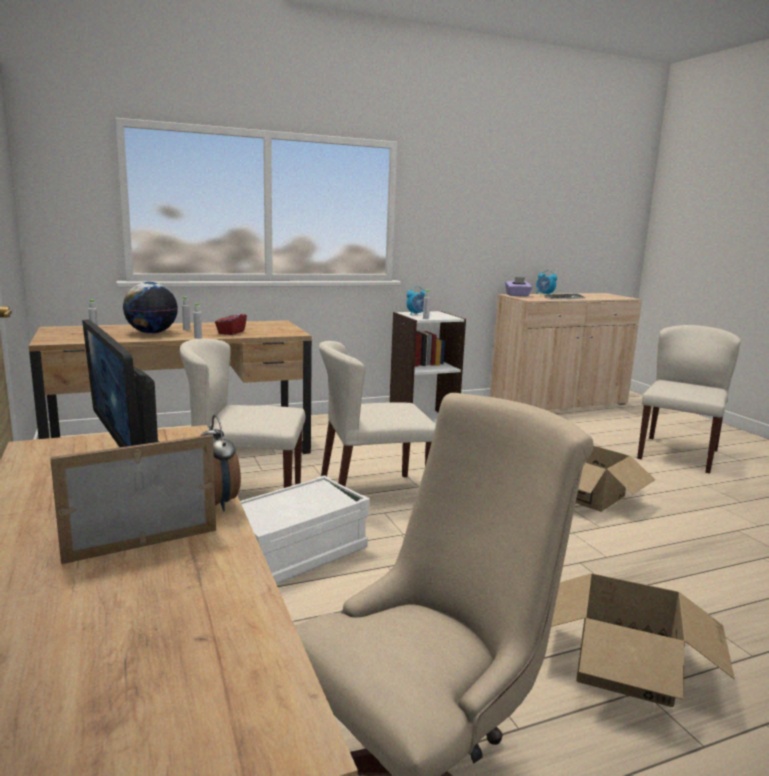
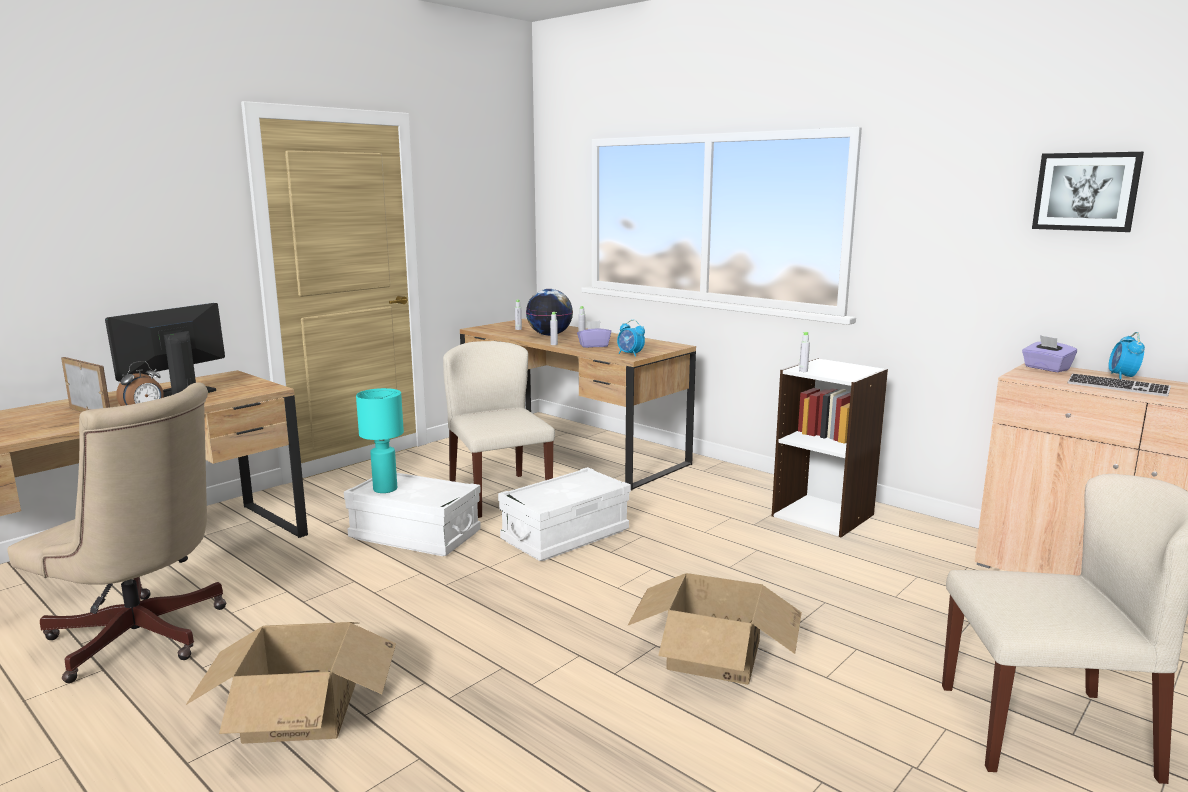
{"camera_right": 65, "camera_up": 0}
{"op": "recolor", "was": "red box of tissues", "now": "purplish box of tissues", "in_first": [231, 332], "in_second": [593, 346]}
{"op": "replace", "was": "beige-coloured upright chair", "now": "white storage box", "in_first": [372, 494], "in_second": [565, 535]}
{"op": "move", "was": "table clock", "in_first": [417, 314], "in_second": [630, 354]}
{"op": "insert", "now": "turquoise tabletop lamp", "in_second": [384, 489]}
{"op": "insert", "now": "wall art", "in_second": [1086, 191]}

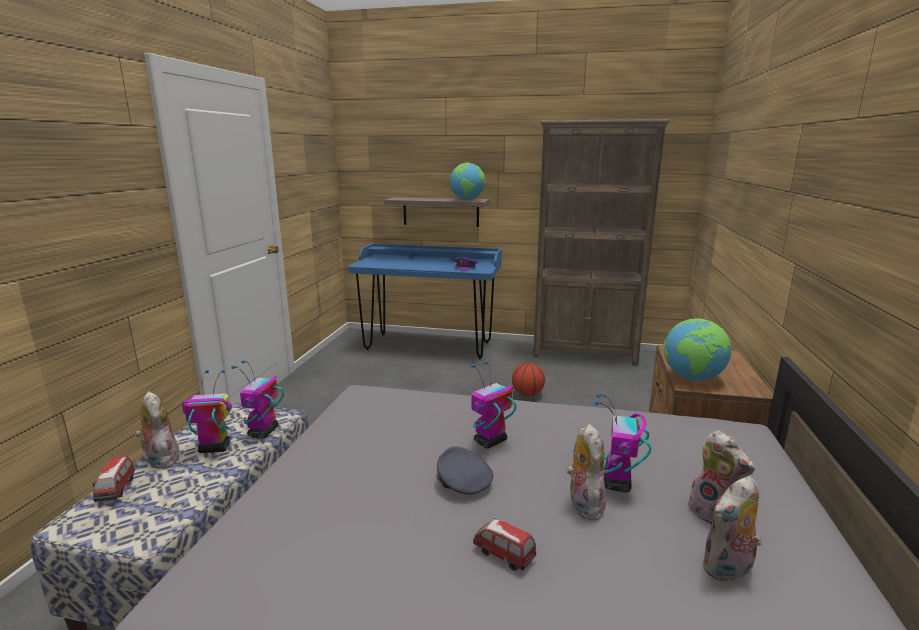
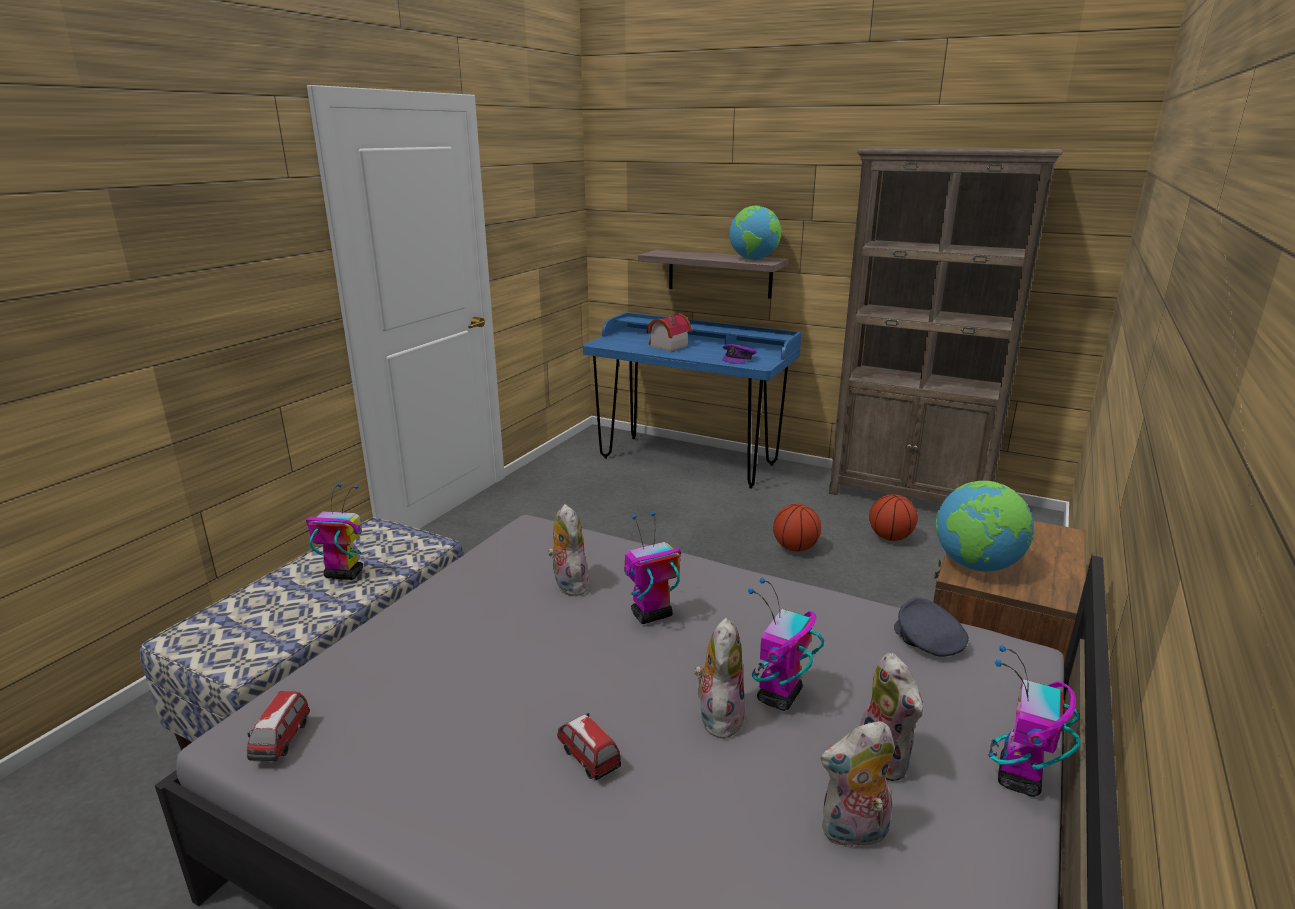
{"camera_right": 15, "camera_up": 5}
{"op": "move", "was": "miniature car", "in_first": [116, 490], "in_second": [282, 741]}
{"op": "move", "was": "cuddly toy", "in_first": [160, 459], "in_second": [568, 584]}
{"op": "move", "was": "model robot", "in_first": [263, 432], "in_second": [1019, 778]}
{"op": "move", "was": "grey peaked cap", "in_first": [462, 482], "in_second": [927, 640]}
{"op": "insert", "now": "toy house", "in_second": [666, 346]}
{"op": "insert", "now": "basketball ball", "in_second": [890, 537]}

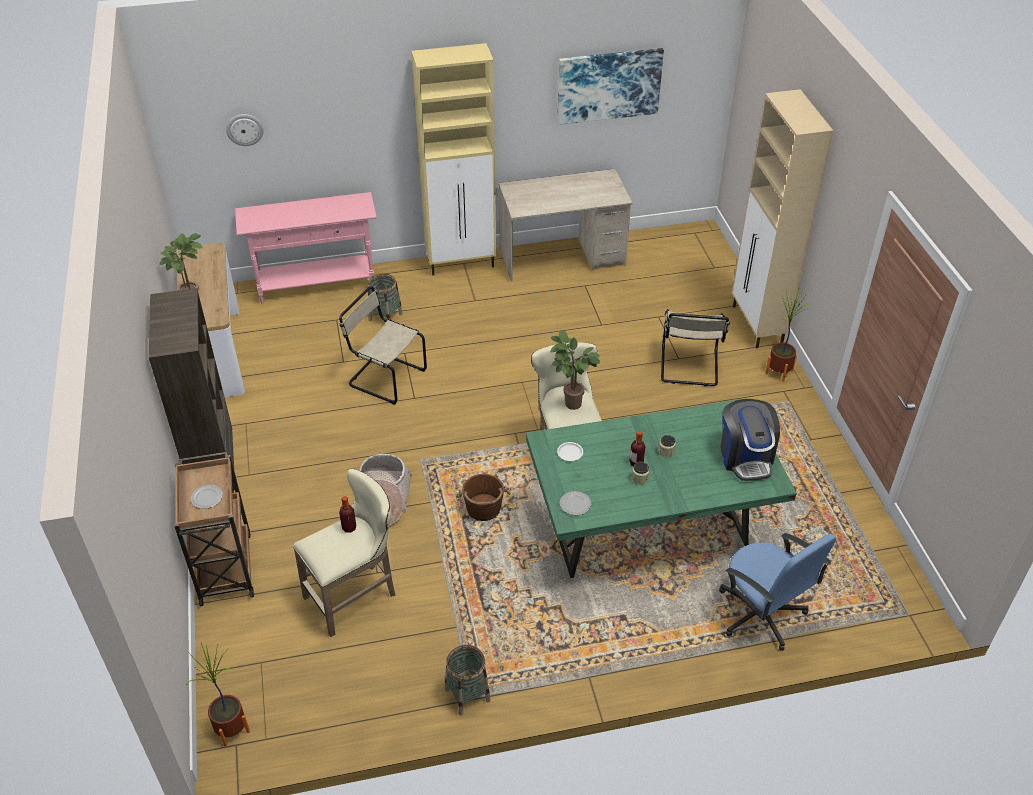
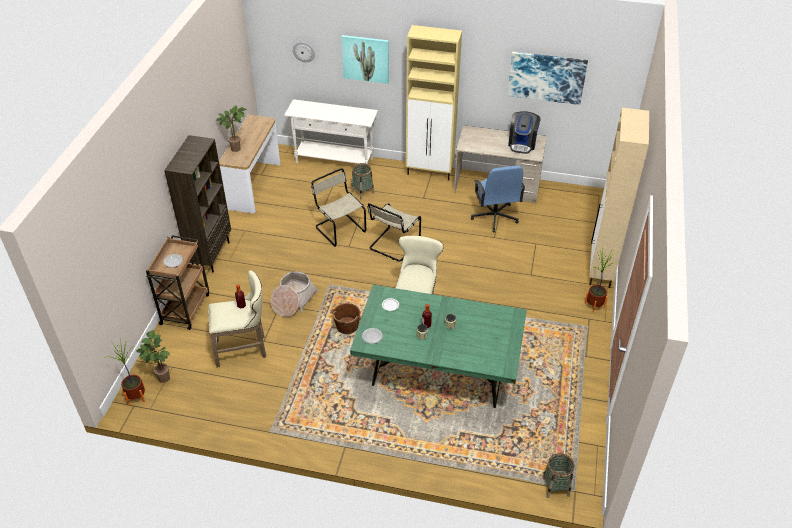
{"camera_right": 25, "camera_up": 0}
{"op": "recolor", "was": "pinkish console table", "now": "white console table", "in_first": [317, 285], "in_second": [334, 161]}
{"op": "move", "was": "household basket", "in_first": [467, 695], "in_second": [555, 487]}
{"op": "move", "was": "houseplant", "in_first": [570, 404], "in_second": [162, 377]}
{"op": "move", "was": "beige-coloured upright chair", "in_first": [689, 367], "in_second": [393, 245]}
{"op": "move", "was": "bluish desk chair", "in_first": [761, 614], "in_second": [494, 217]}
{"op": "move", "was": "coffee maker", "in_first": [745, 457], "in_second": [522, 143]}
{"op": "insert", "now": "wall art", "in_second": [366, 59]}

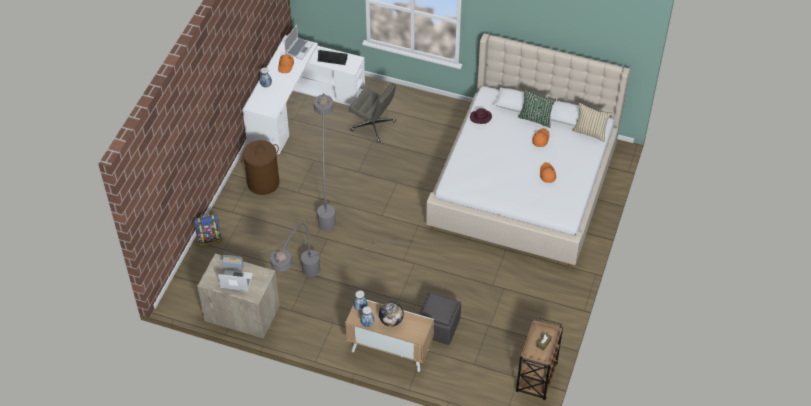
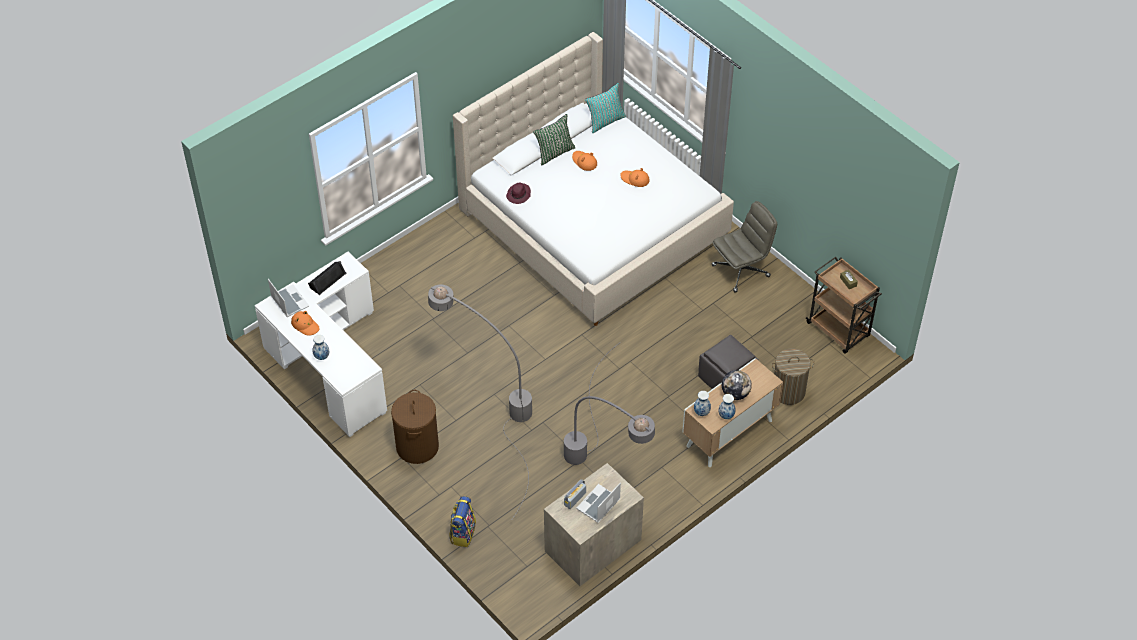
{"camera_right": -60, "camera_up": 0}
{"op": "move", "was": "grey desk chair", "in_first": [373, 126], "in_second": [741, 270]}
{"op": "recolor", "was": "beige-coloured cushion", "now": "turquoise cushion", "in_first": [590, 132], "in_second": [605, 121]}
{"op": "insert", "now": "laundry basket", "in_second": [788, 391]}

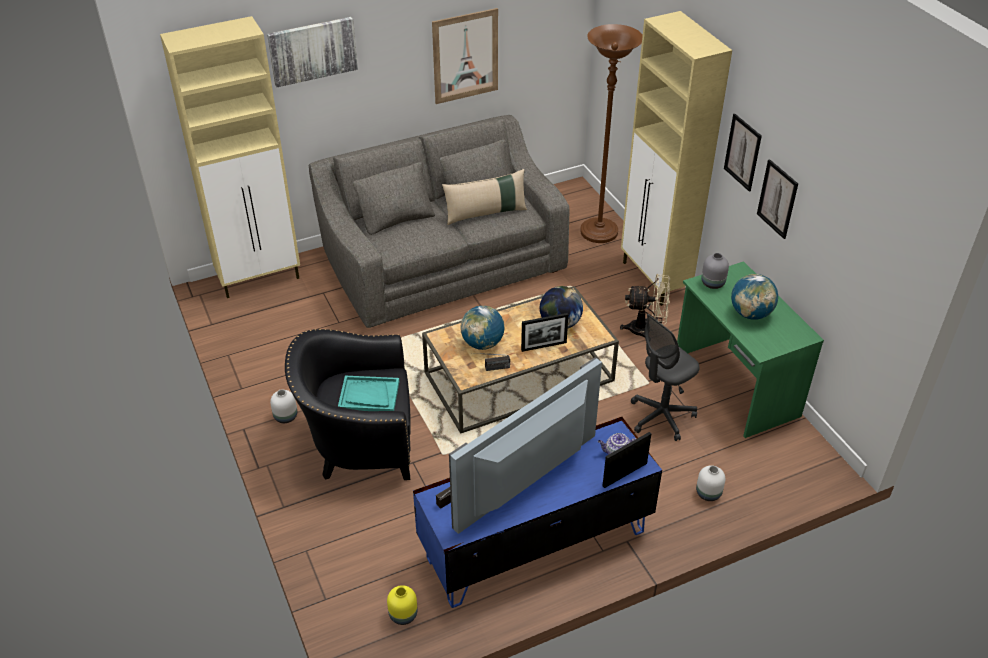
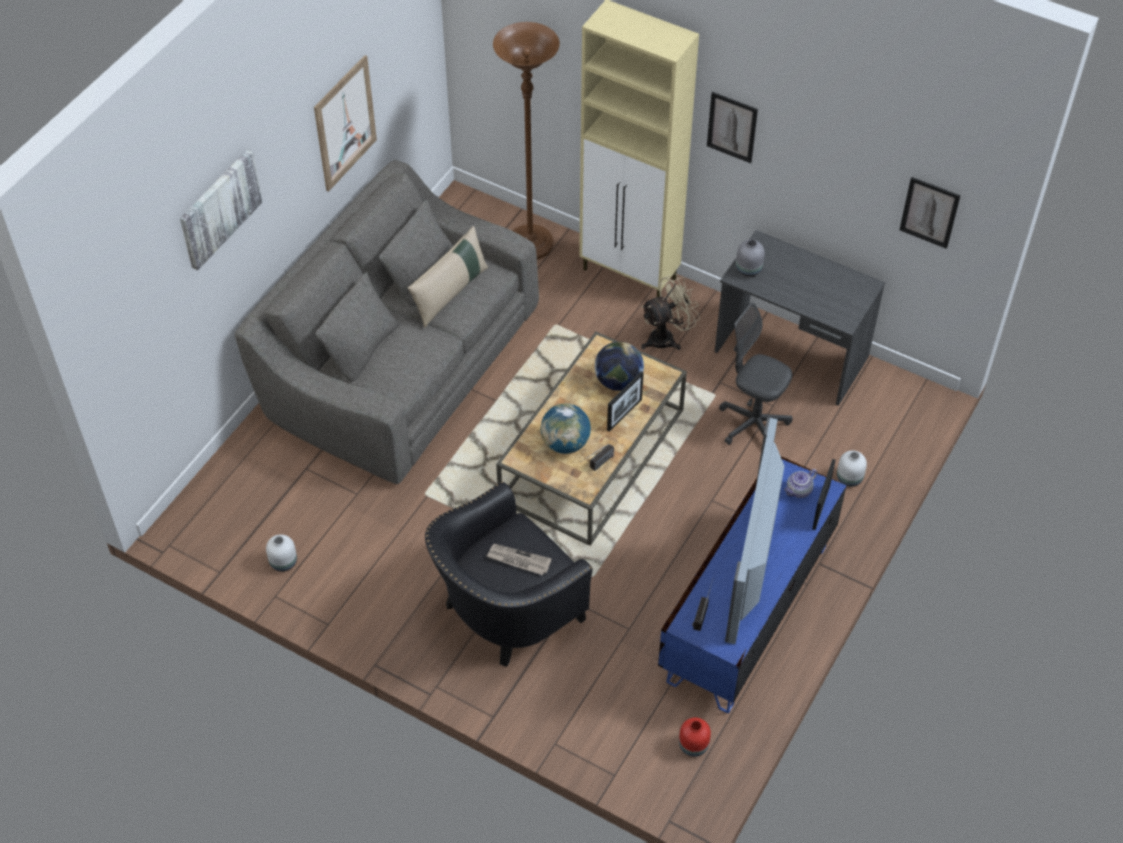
{"camera_right": -35, "camera_up": 10}
{"op": "delete", "was": "beige-coloured cabinet", "in_first": [260, 279]}
{"op": "move", "was": "white flower vase", "in_first": [286, 416], "in_second": [283, 562]}
{"op": "replace", "was": "turquoise carrying tray", "now": "printed paper", "in_first": [369, 396], "in_second": [518, 560]}
{"op": "recolor", "was": "yellow-coloured flower vase", "now": "red flower vase", "in_first": [402, 615], "in_second": [693, 746]}
{"op": "rotate", "was": "grey desk chair", "in_first": [661, 417], "in_second": [753, 424], "clockwise": 105}
{"op": "recolor", "was": "greenish desk unit", "now": "grey desk unit", "in_first": [735, 386], "in_second": [791, 356]}
{"op": "delete", "was": "desk globe", "in_first": [750, 314]}
{"op": "move", "was": "wall art", "in_first": [777, 199], "in_second": [929, 212]}

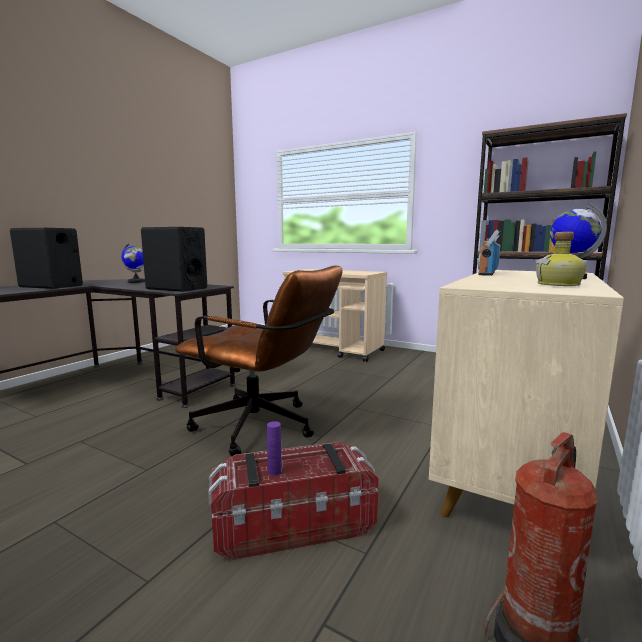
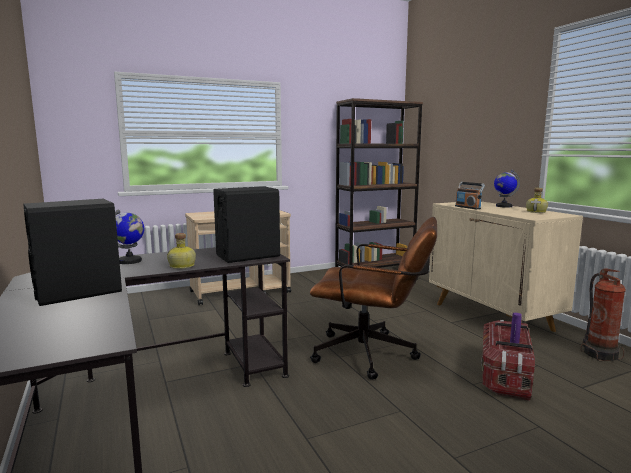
{"camera_right": -55, "camera_up": 0}
{"op": "rotate", "was": "brownish desk chair", "in_first": [264, 428], "in_second": [373, 355], "clockwise": 45}
{"op": "insert", "now": "bottle", "in_second": [182, 266]}

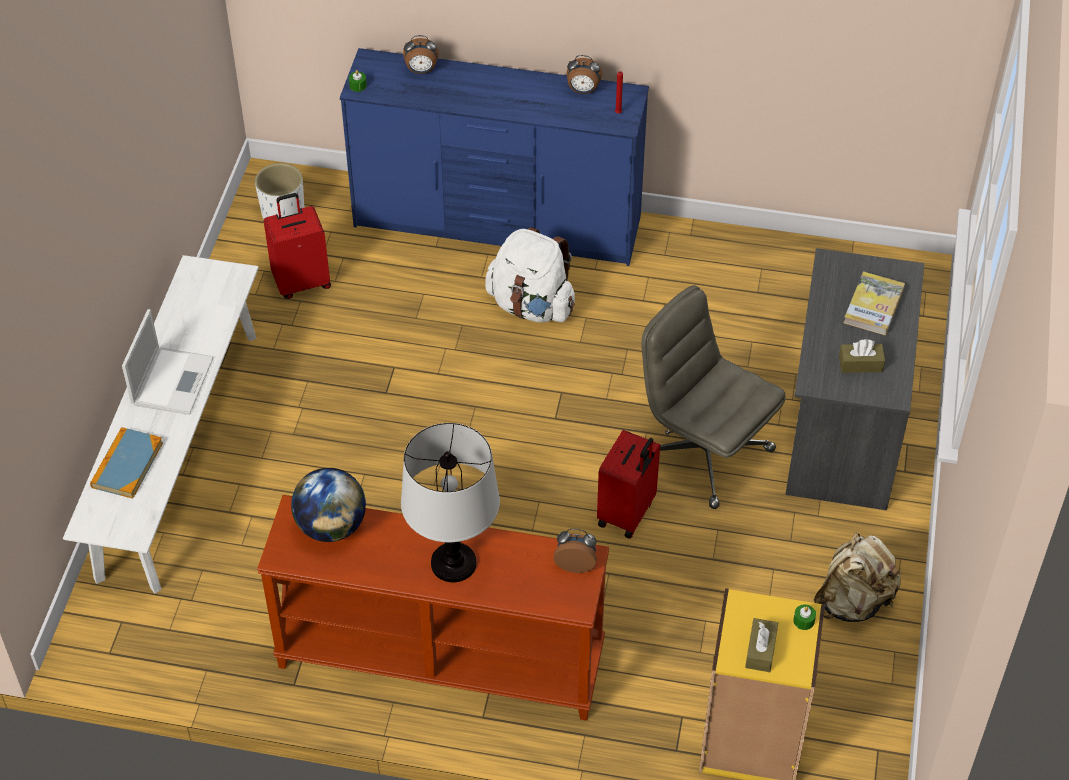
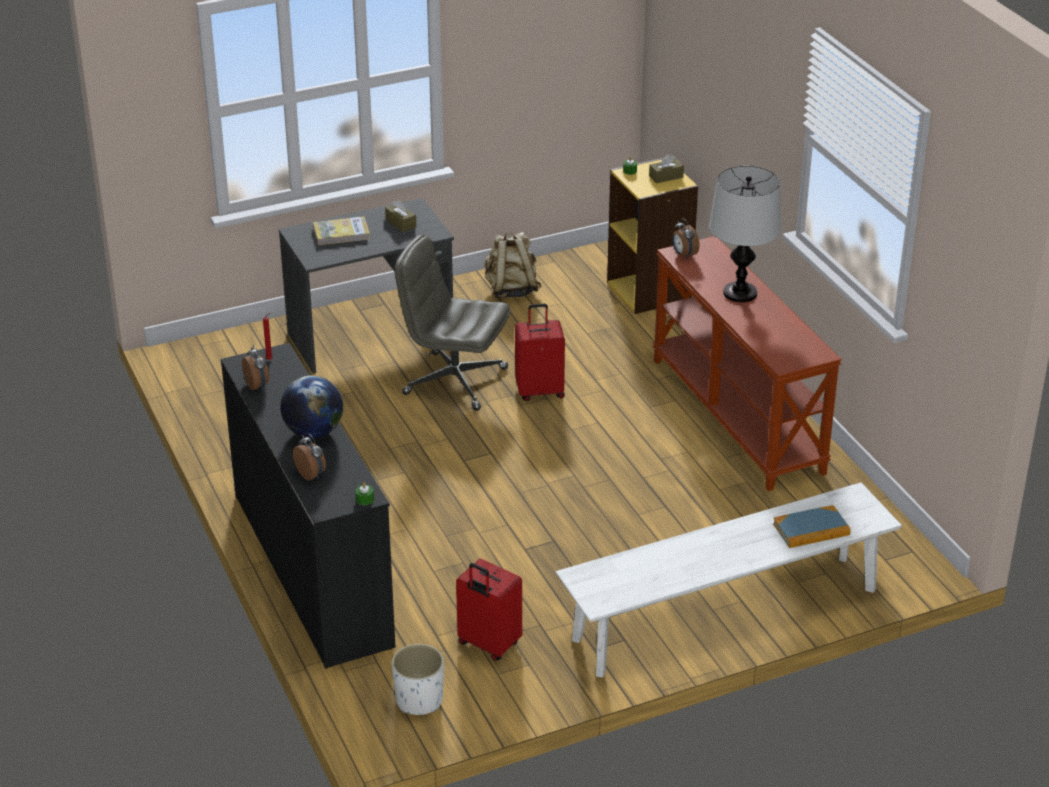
{"camera_right": -125, "camera_up": -15}
{"op": "delete", "was": "notebook computer", "in_first": [173, 380]}
{"op": "move", "was": "desk globe", "in_first": [331, 526], "in_second": [313, 432]}
{"op": "recolor", "was": "bluish chest of drawers", "now": "black-coloured chest of drawers", "in_first": [498, 223], "in_second": [313, 568]}
{"op": "delete", "was": "white backpack", "in_first": [532, 306]}
{"op": "rotate", "was": "grey desk chair", "in_first": [703, 453], "in_second": [454, 381], "clockwise": 105}

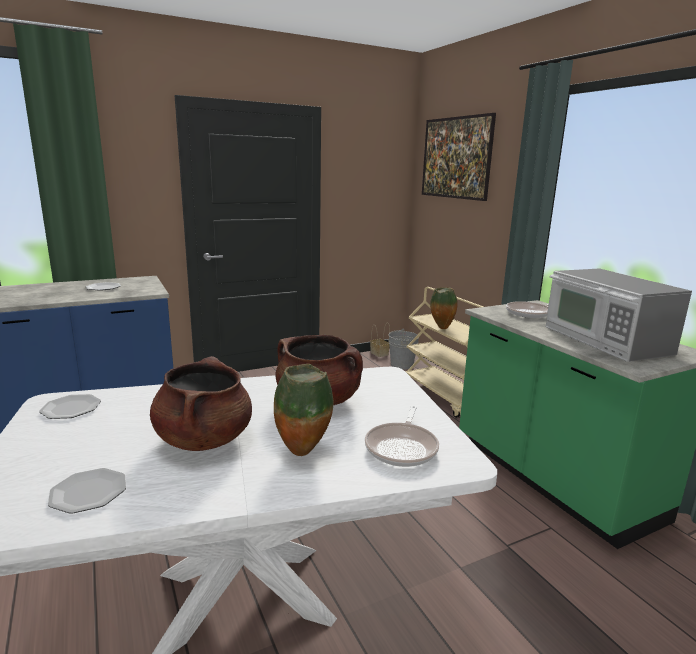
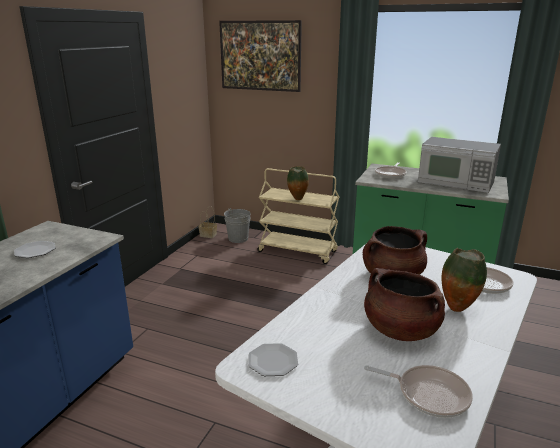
{"camera_right": -40, "camera_up": 5}
{"op": "replace", "was": "flat dish", "now": "frying pan", "in_first": [89, 492], "in_second": [428, 394]}

